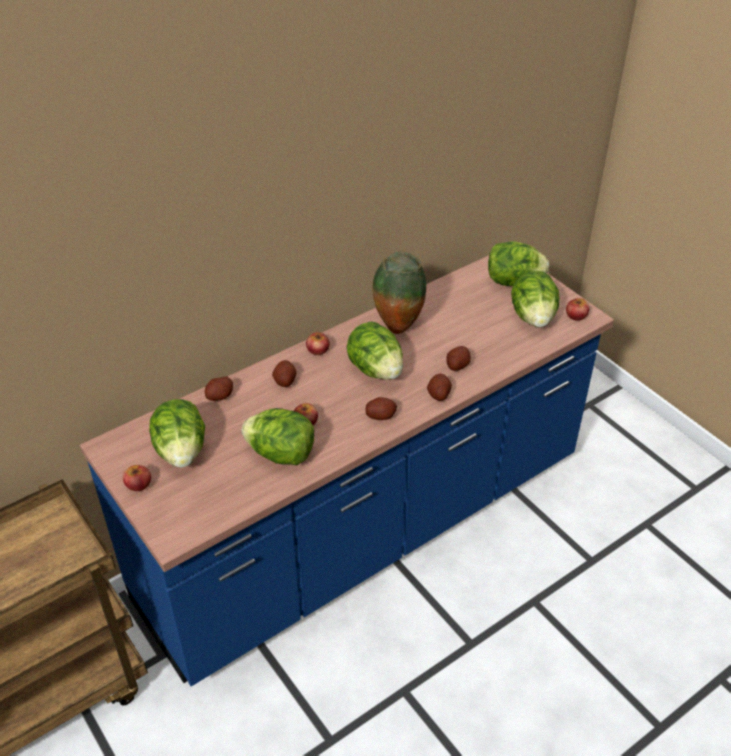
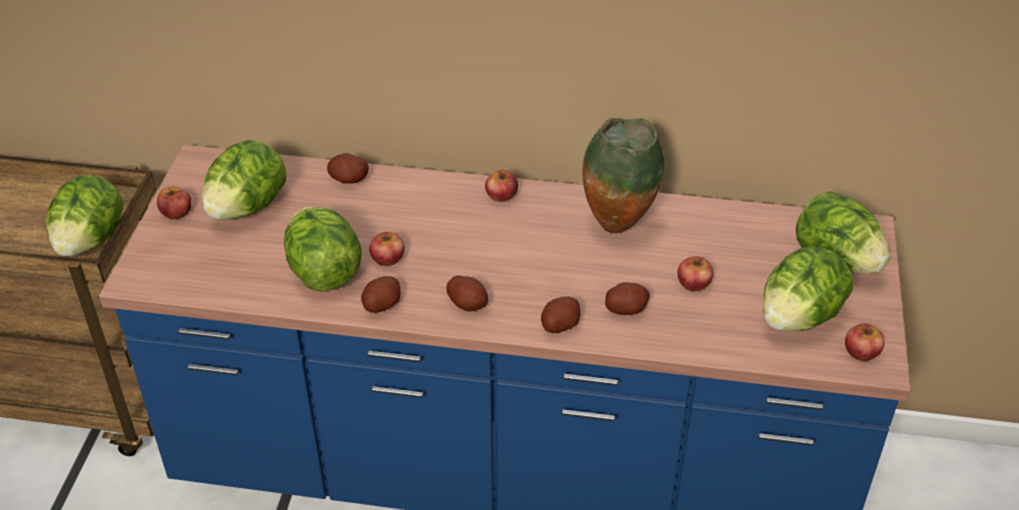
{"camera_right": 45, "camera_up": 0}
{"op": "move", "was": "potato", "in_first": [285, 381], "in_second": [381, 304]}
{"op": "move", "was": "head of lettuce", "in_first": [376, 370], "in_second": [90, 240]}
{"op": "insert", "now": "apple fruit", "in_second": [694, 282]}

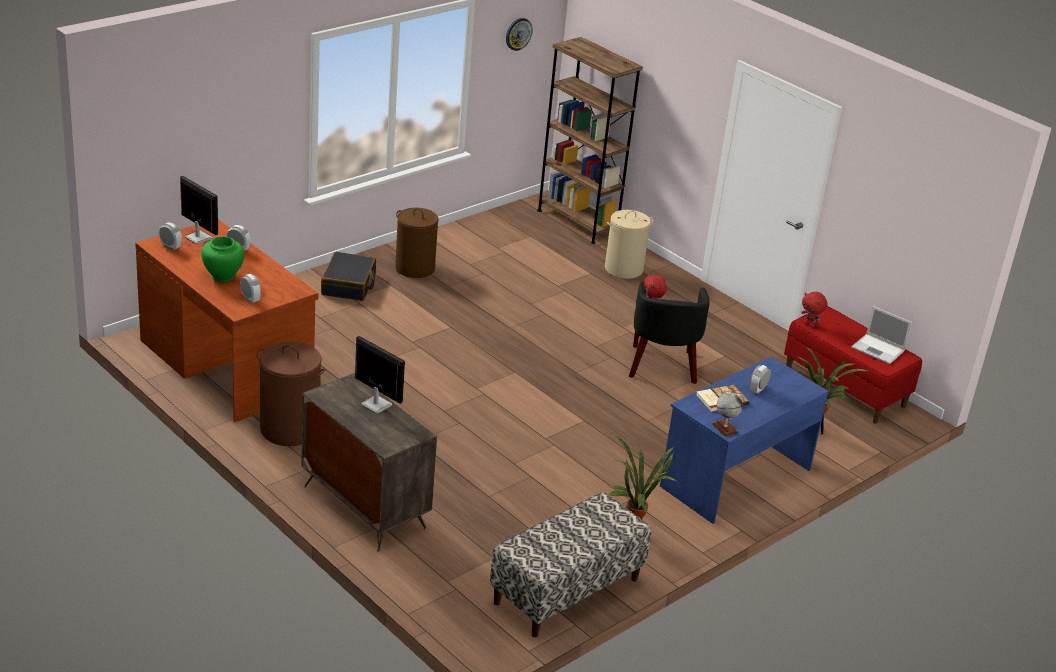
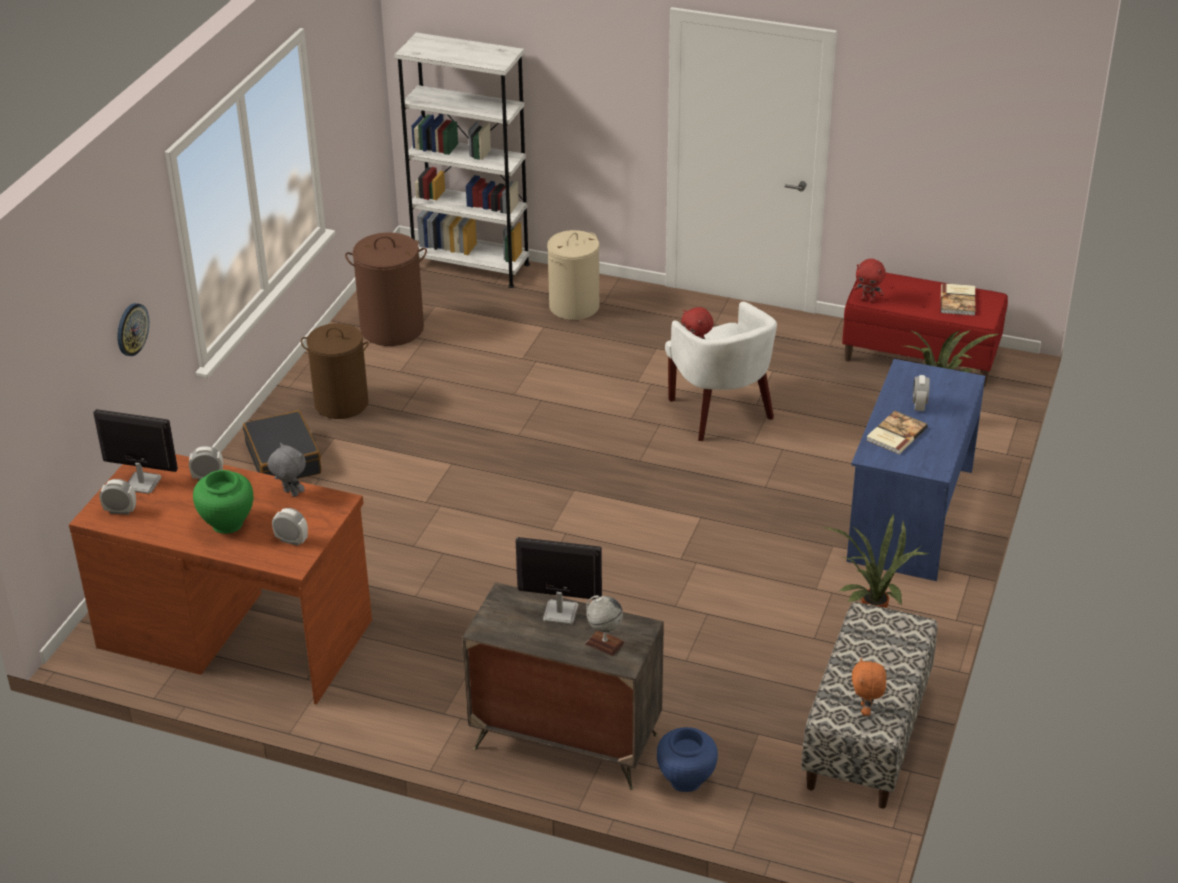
{"camera_right": -25, "camera_up": 5}
{"op": "move", "was": "brownish laundry basket", "in_first": [290, 429], "in_second": [392, 328]}
{"op": "move", "was": "hanging clock", "in_first": [518, 33], "in_second": [131, 329]}
{"op": "recolor", "was": "brownish shelving unit", "now": "white shelving unit", "in_first": [577, 222], "in_second": [471, 266]}
{"op": "recolor", "was": "black-coloured armchair", "now": "white armchair", "in_first": [662, 366], "in_second": [721, 413]}
{"op": "move", "was": "desk globe", "in_first": [725, 428], "in_second": [604, 643]}
{"op": "replace", "was": "notebook computer", "now": "volume", "in_first": [879, 349], "in_second": [958, 301]}
{"op": "insert", "now": "grey cuddly toy", "in_second": [290, 493]}
{"op": "insert", "now": "bluish flower vase", "in_second": [686, 781]}
{"op": "insert", "now": "orange cuddly toy", "in_second": [866, 710]}

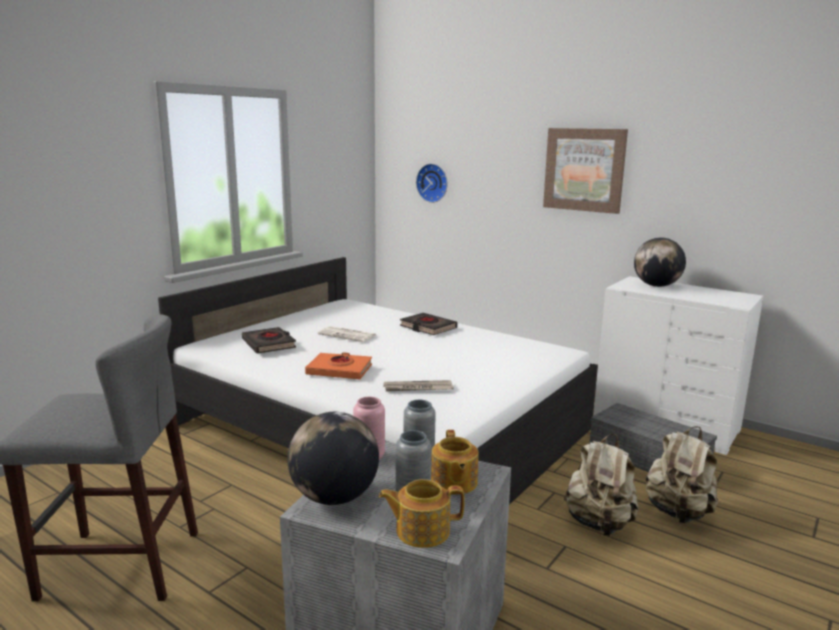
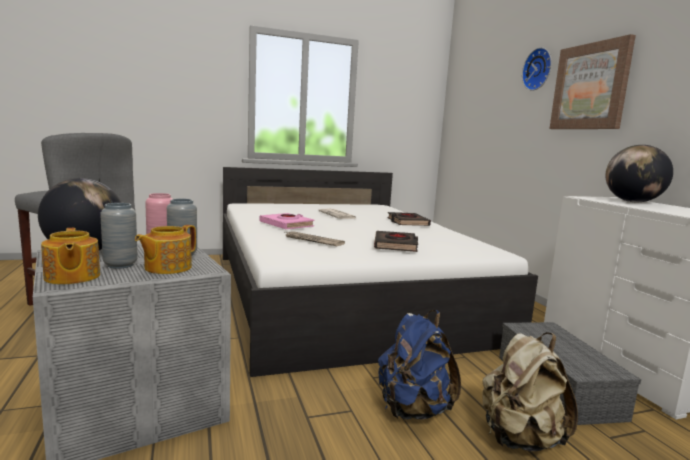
{"camera_right": 35, "camera_up": -5}
{"op": "move", "was": "black-coloured volume", "in_first": [269, 344], "in_second": [395, 245]}
{"op": "recolor", "was": "orange volume", "now": "pinkish volume", "in_first": [339, 370], "in_second": [286, 225]}
{"op": "rotate", "was": "pot for tea", "in_first": [421, 531], "in_second": [71, 277], "clockwise": -150}
{"op": "move", "was": "hanging clock", "in_first": [433, 183], "in_second": [539, 69]}
{"op": "recolor", "was": "beige-coloured backpack", "now": "bluish backpack", "in_first": [599, 523], "in_second": [413, 410]}

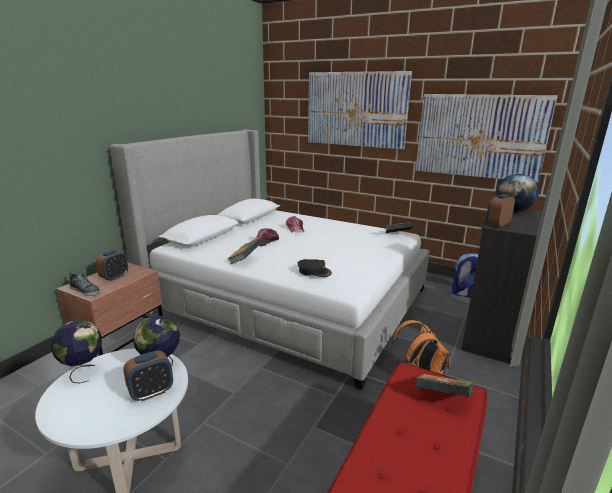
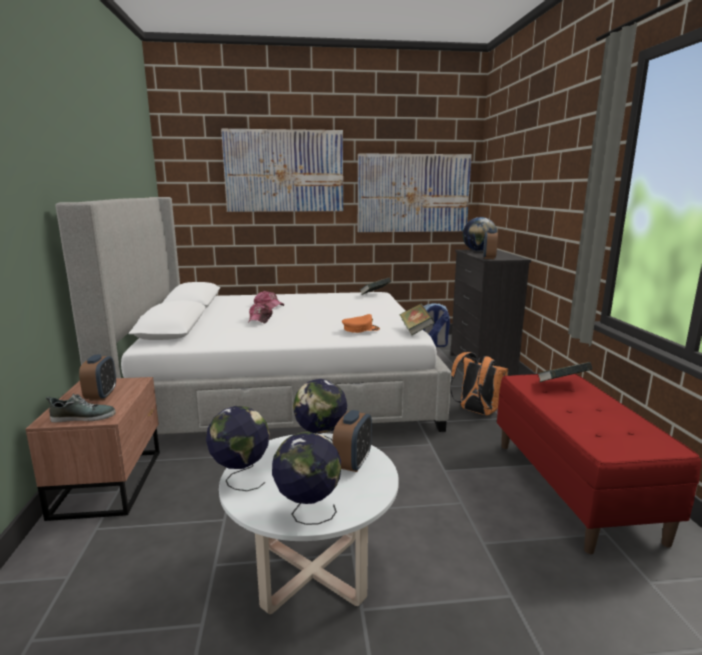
{"camera_right": -35, "camera_up": -5}
{"op": "move", "was": "volume", "in_first": [245, 260], "in_second": [415, 330]}
{"op": "recolor", "was": "black-coloured peaked cap", "now": "orange peaked cap", "in_first": [314, 271], "in_second": [360, 329]}
{"op": "insert", "now": "desk globe", "in_second": [307, 513]}

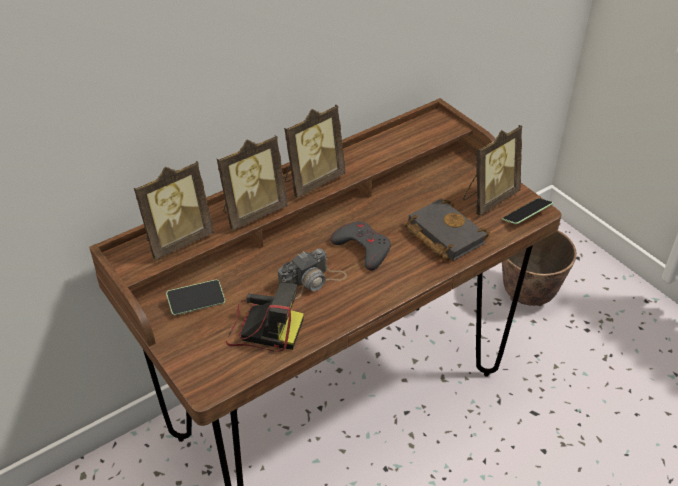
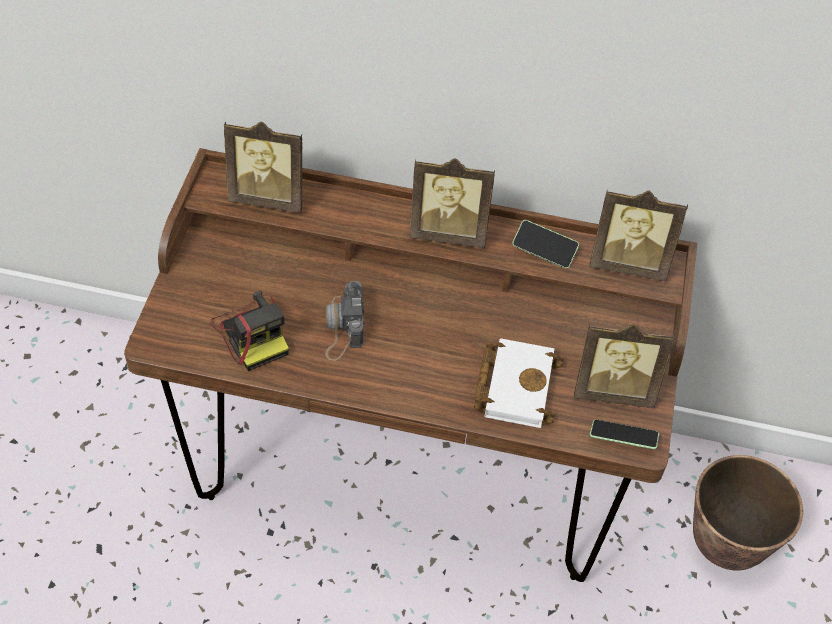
{"camera_right": 45, "camera_up": 10}
{"op": "move", "was": "telephone", "in_first": [196, 302], "in_second": [544, 250]}
{"op": "move", "was": "photo frame", "in_first": [252, 212], "in_second": [628, 263]}
{"op": "rotate", "was": "photo camera", "in_first": [312, 281], "in_second": [344, 327], "clockwise": 75}
{"op": "delete", "was": "grey game controller", "in_first": [362, 248]}
{"op": "recolor", "was": "black-coloured volume", "now": "white volume", "in_first": [442, 234], "in_second": [514, 384]}

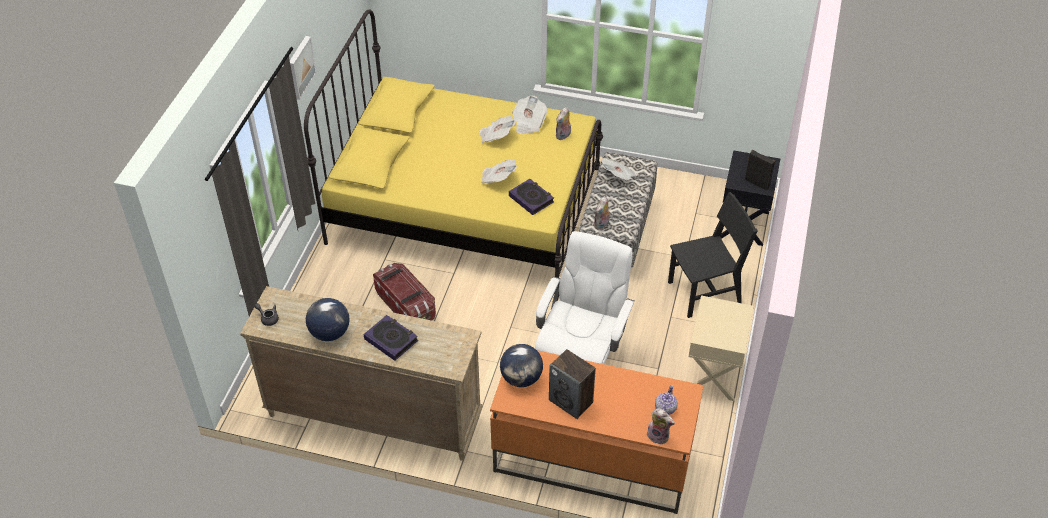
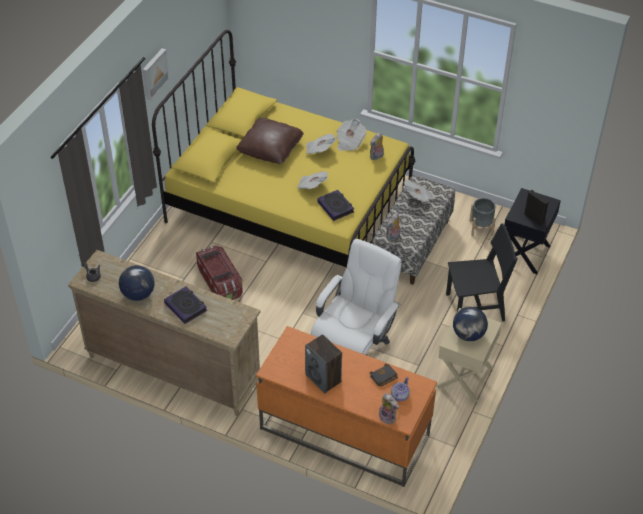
{"camera_right": 10, "camera_up": 0}
{"op": "move", "was": "desk globe", "in_first": [521, 379], "in_second": [468, 335]}
{"op": "insert", "now": "brownish cushion", "in_second": [270, 149]}
{"op": "insert", "now": "black-coloured volume", "in_second": [383, 377]}
{"op": "insert", "now": "grey planter", "in_second": [481, 228]}

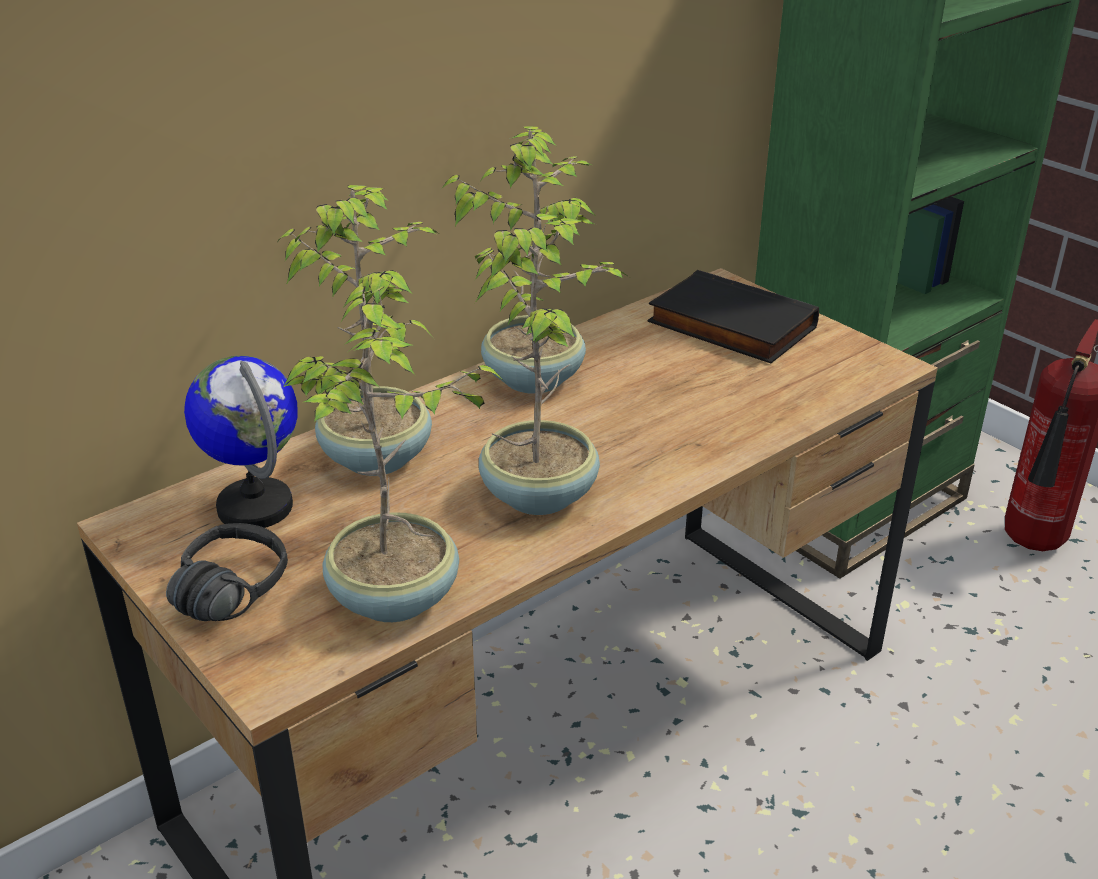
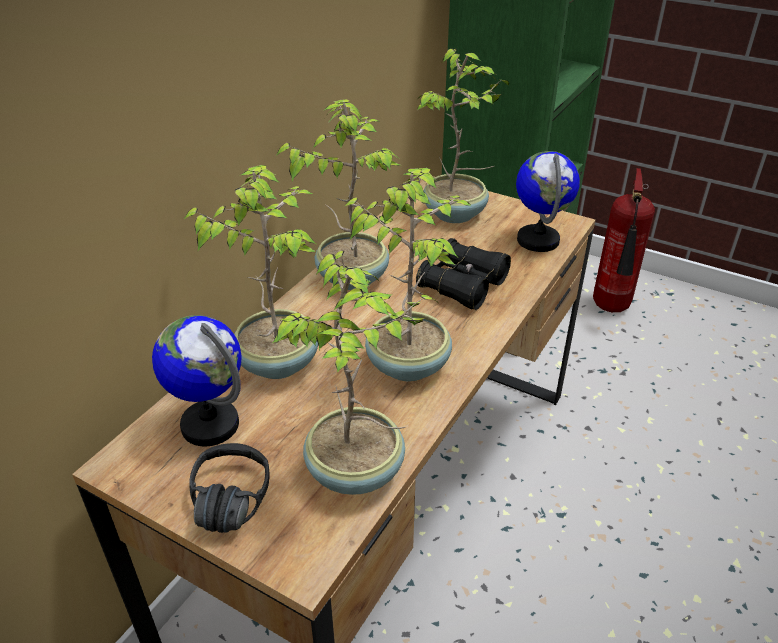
{"camera_right": -20, "camera_up": 5}
{"op": "replace", "was": "black-coloured volume", "now": "houseplant", "in_first": [729, 326], "in_second": [456, 214]}
{"op": "insert", "now": "black-coloured field glasses", "in_second": [463, 285]}
{"op": "insert", "now": "desk globe", "in_second": [538, 240]}

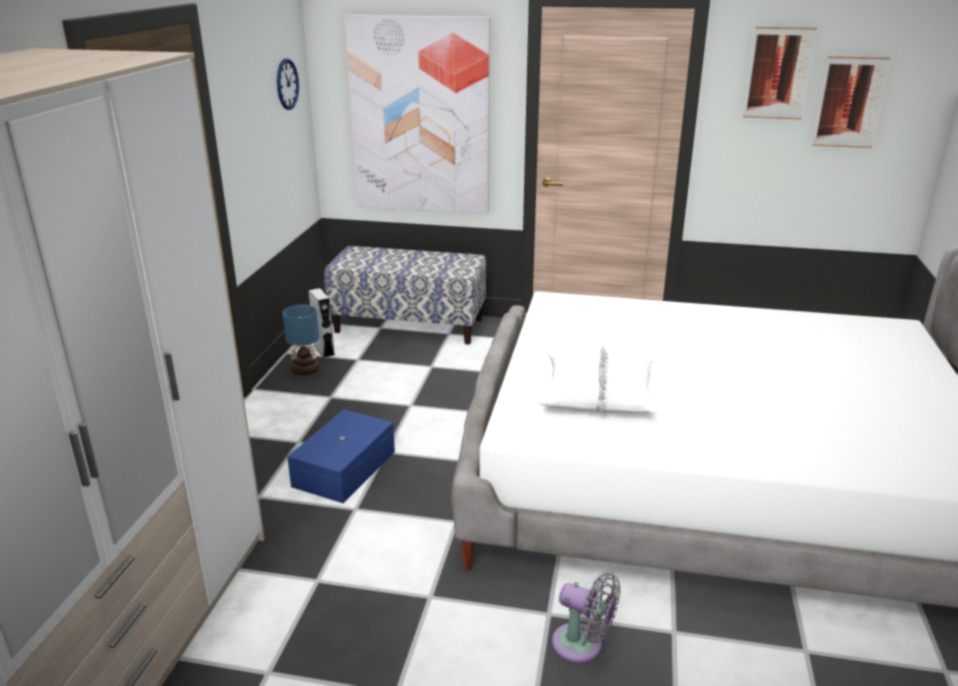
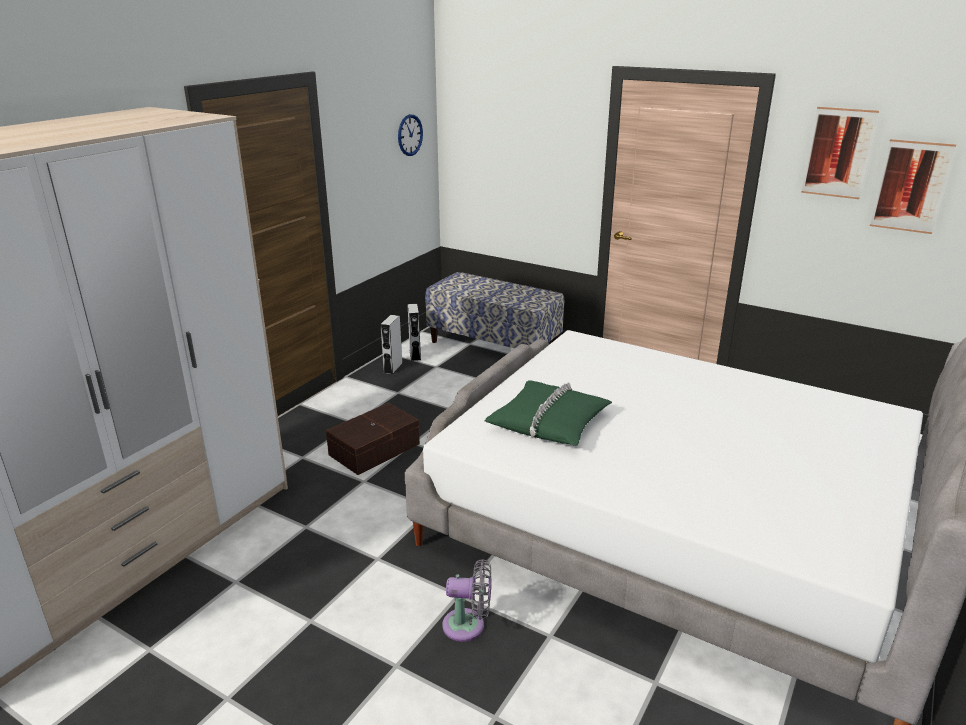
{"camera_right": 20, "camera_up": 0}
{"op": "replace", "was": "tabletop lamp", "now": "grey loudspeaker", "in_first": [306, 369], "in_second": [393, 368]}
{"op": "recolor", "was": "bluish storage box", "now": "brownish storage box", "in_first": [342, 469], "in_second": [373, 449]}
{"op": "delete", "was": "wall art", "in_first": [420, 117]}
{"op": "recolor", "was": "white cushion", "now": "greenish cushion", "in_first": [597, 393], "in_second": [549, 422]}
{"op": "rotate", "was": "grey electric fan", "in_first": [582, 646], "in_second": [468, 625], "clockwise": -45}

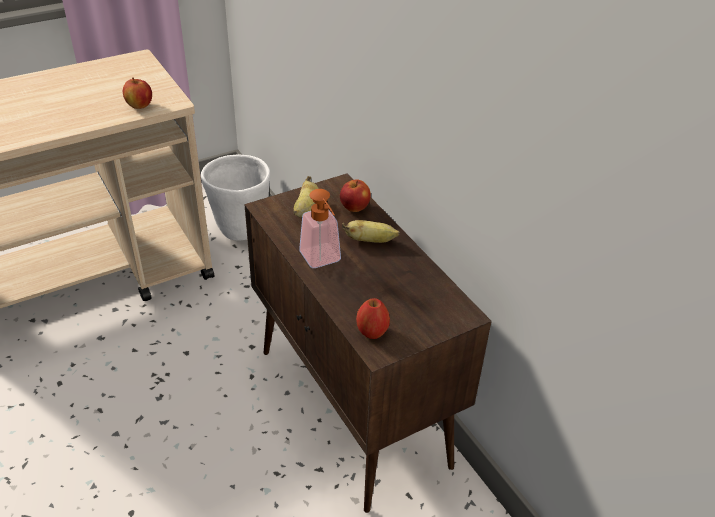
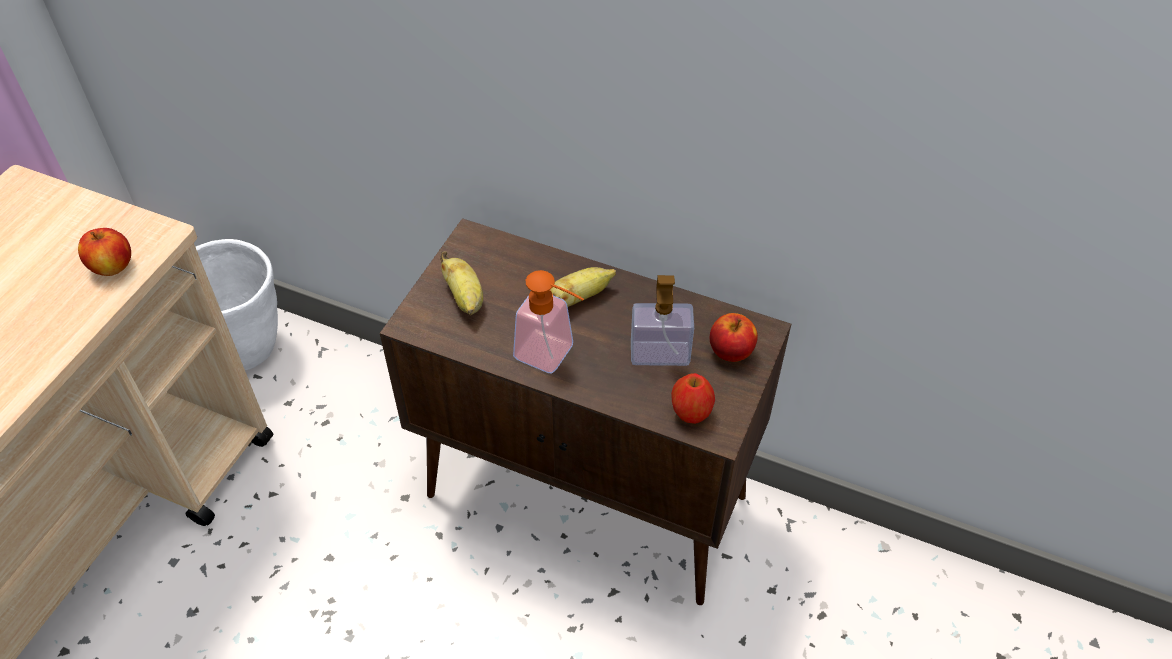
{"camera_right": -35, "camera_up": 10}
{"op": "move", "was": "apple fruit", "in_first": [354, 207], "in_second": [730, 351]}
{"op": "insert", "now": "liquid soap bottle", "in_second": [660, 354]}

